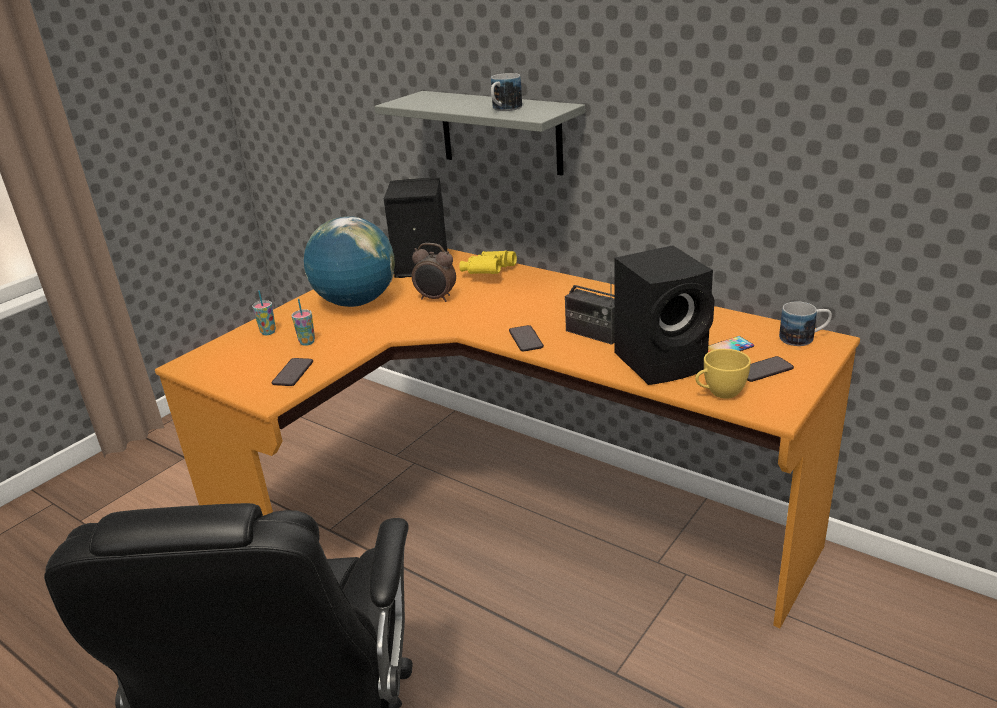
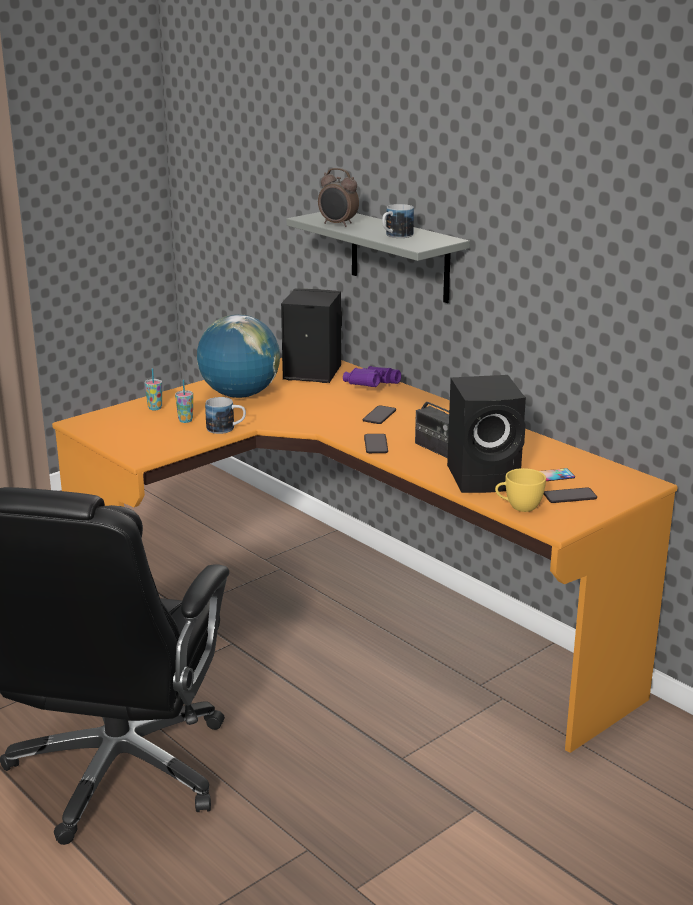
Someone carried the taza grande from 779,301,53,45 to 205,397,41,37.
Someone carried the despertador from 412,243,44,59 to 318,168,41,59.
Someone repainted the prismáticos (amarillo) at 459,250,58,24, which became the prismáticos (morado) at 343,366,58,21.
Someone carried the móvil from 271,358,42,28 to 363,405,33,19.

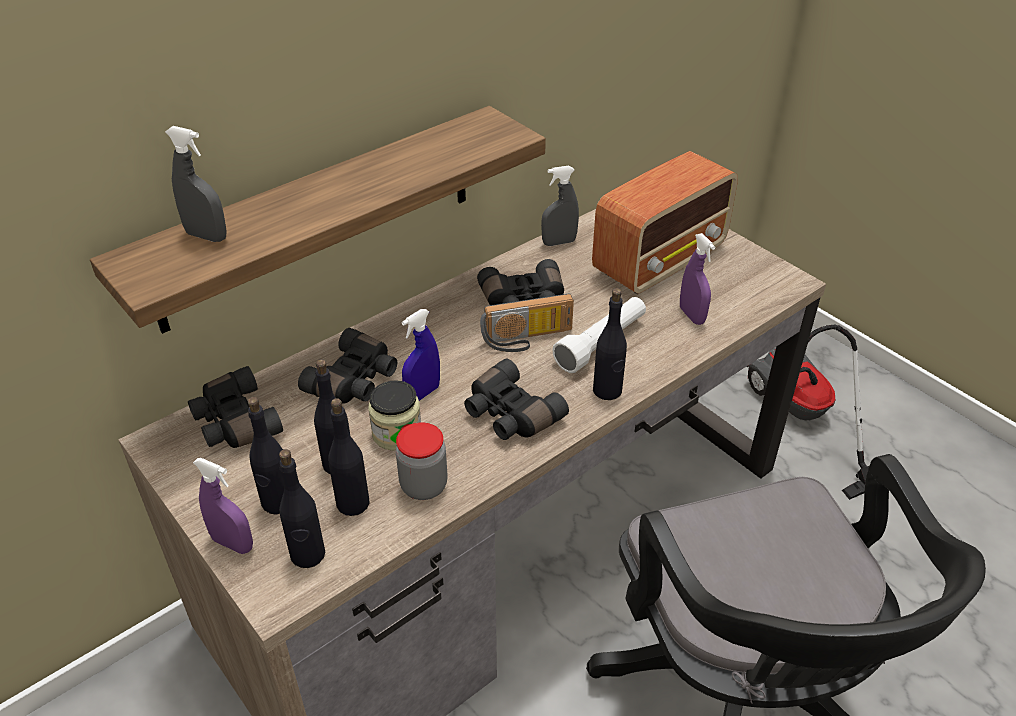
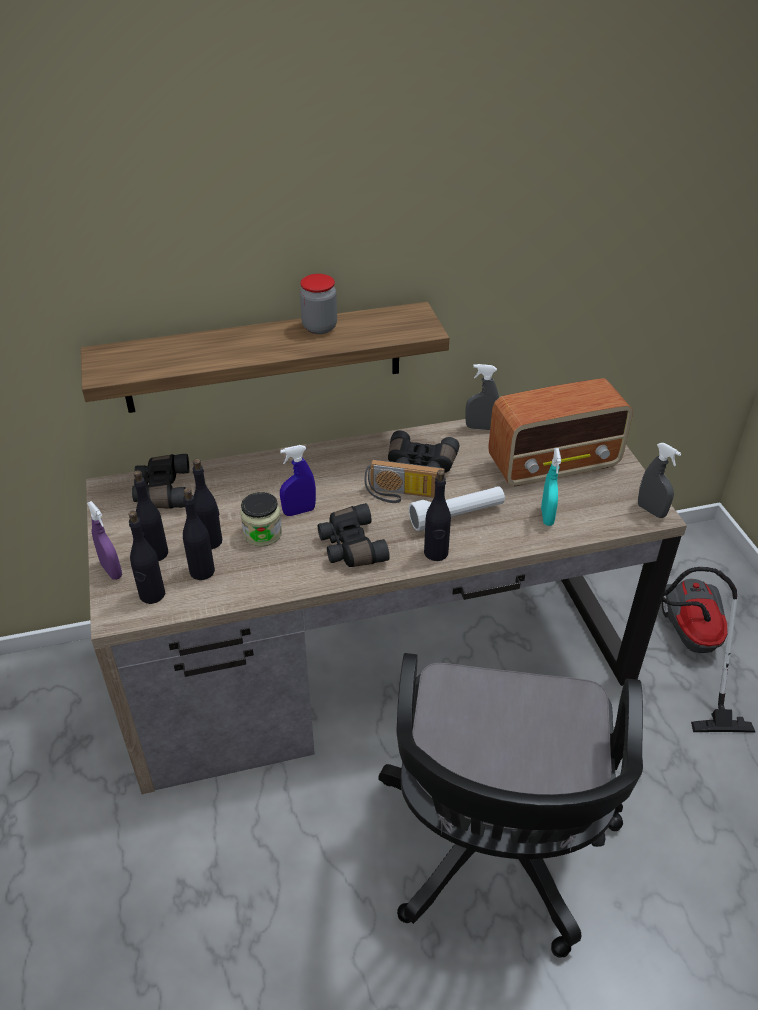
Someone carried the tarro from 396,422,52,78 to 300,274,37,60.
Someone repainted the pulverizador (morado) at 680,233,35,92, which became the pulverizador (turquesa) at 541,448,20,78.
Someone carried the pulverizador (gris) from 165,126,62,116 to 638,443,43,75.
Someone took away the prismáticos (negro) at 298,328,99,76.

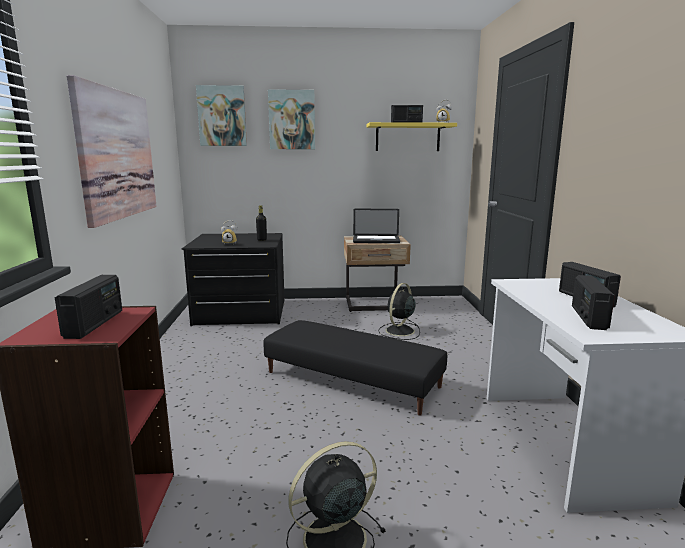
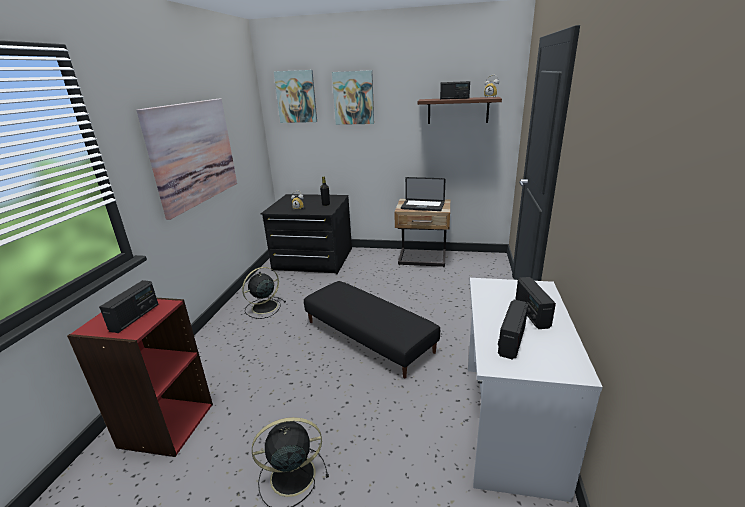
Someone carried the ventilador (negro) from 378,283,42,57 to 242,267,44,52.
Someone repainted the estante (amarillo) at 366,122,91,29, which became the estante (marrón) at 418,97,84,27.

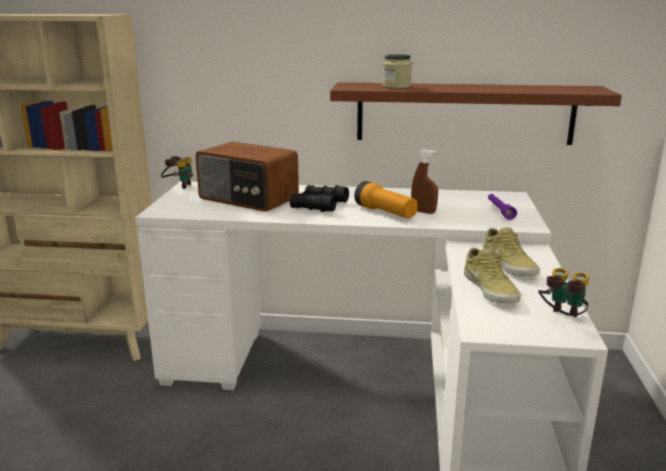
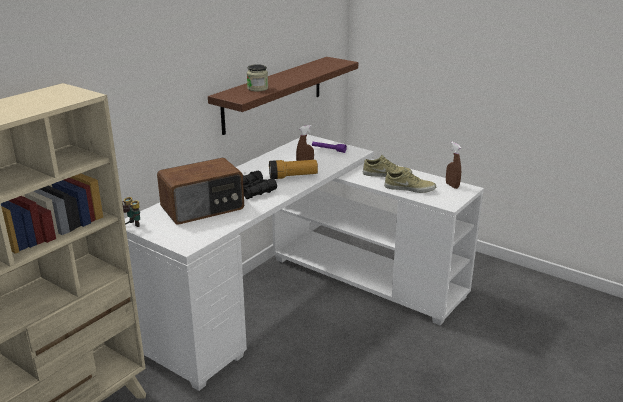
Someone swapped the prismáticos at 539,268,50,49 for the pulverizador (marrón) at 446,142,15,47.

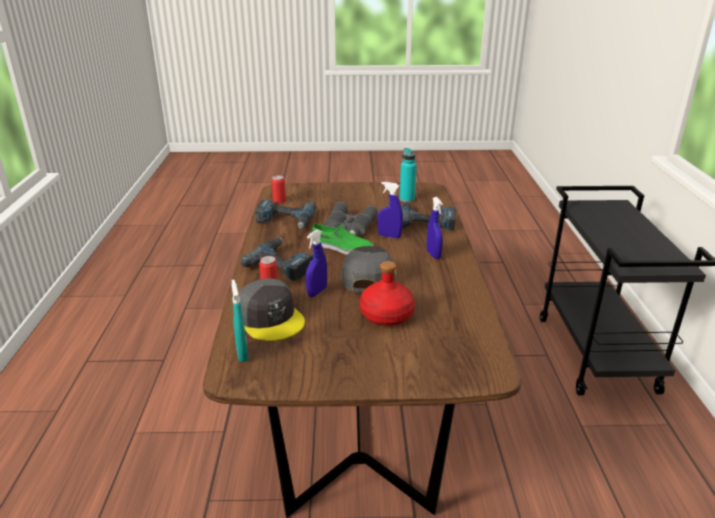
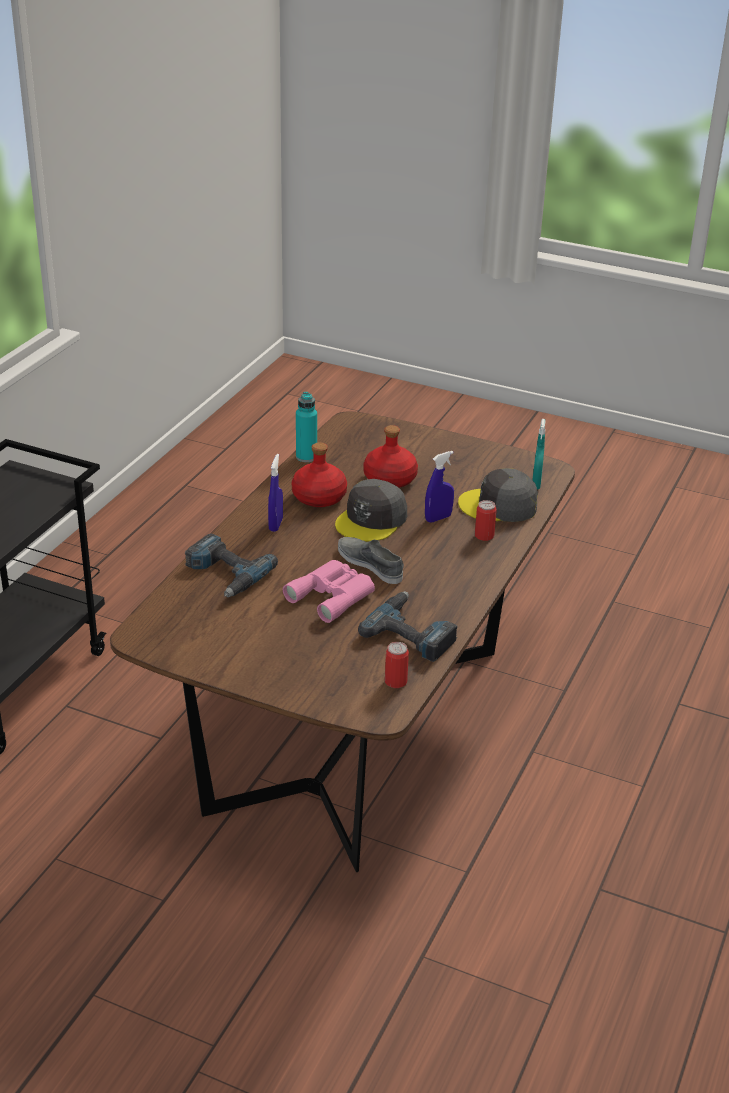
Someone repainted the prismáticos (gris) at 323,202,55,34, which became the prismáticos (rosa) at 283,560,92,63.
Someone put down the botella (rojo) at 291,442,56,65.
Someone carried the botella (turquesa) from 400,148,17,54 to 296,392,21,70.
Someone repainted the zapato (verde) at 311,224,63,31, which became the zapato (gris) at 338,537,66,47.
Someone rotated the gorra (gris) at 238,278,67,63 by 75 degrees counterclockwise.
Someone took away the taladro at 240,238,74,43.
Someone took away the pulverizador (azul) at 378,182,25,56.

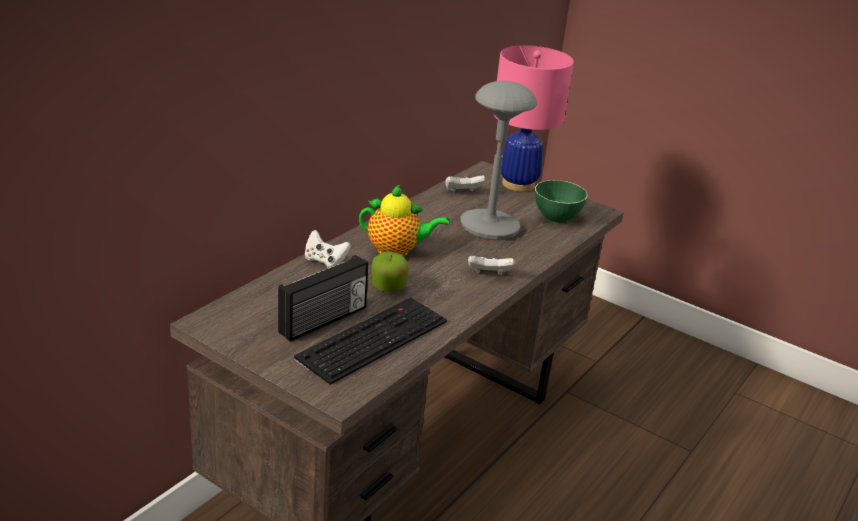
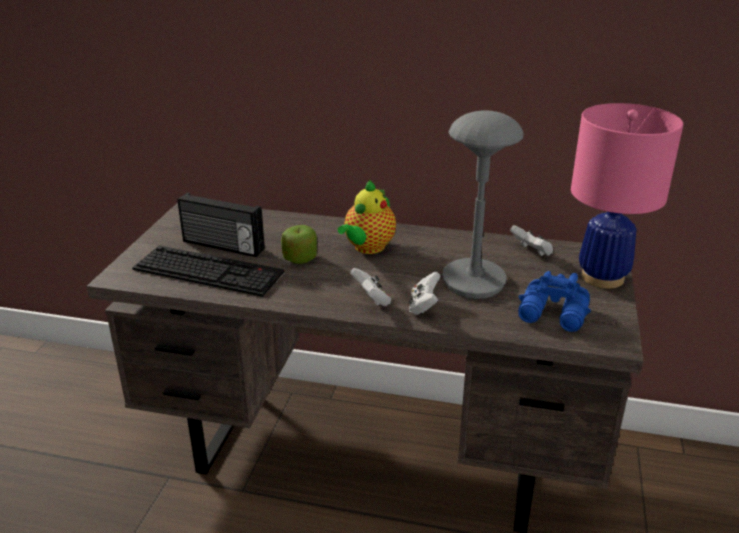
Someone rotated the tetera at 359,185,91,72 by 45 degrees clockwise.
Someone carried the mando de consola (blanco) from 305,230,46,38 to 408,272,32,43.
Someone swapped the cuenco (verde) at 535,180,53,43 for the prismáticos (azul) at 518,271,73,61.

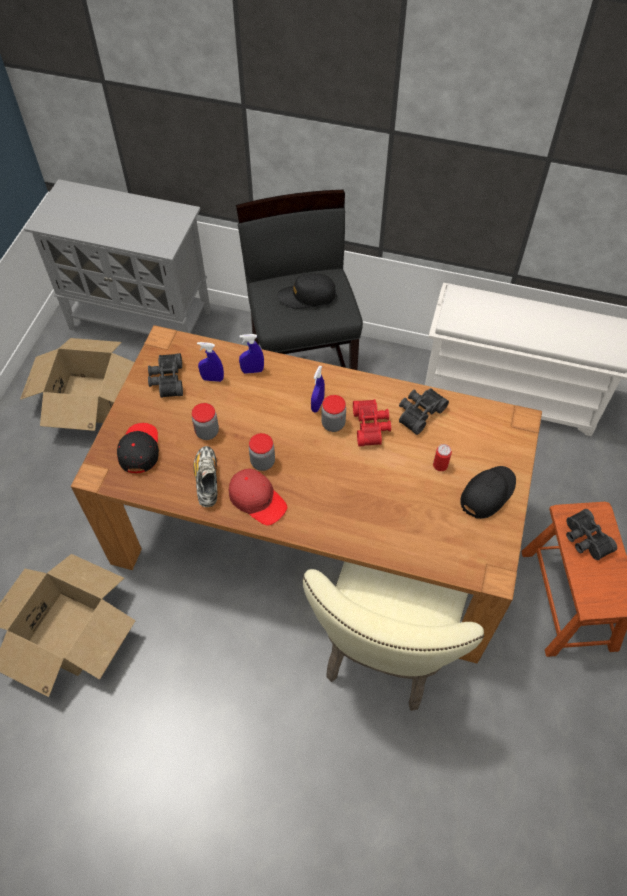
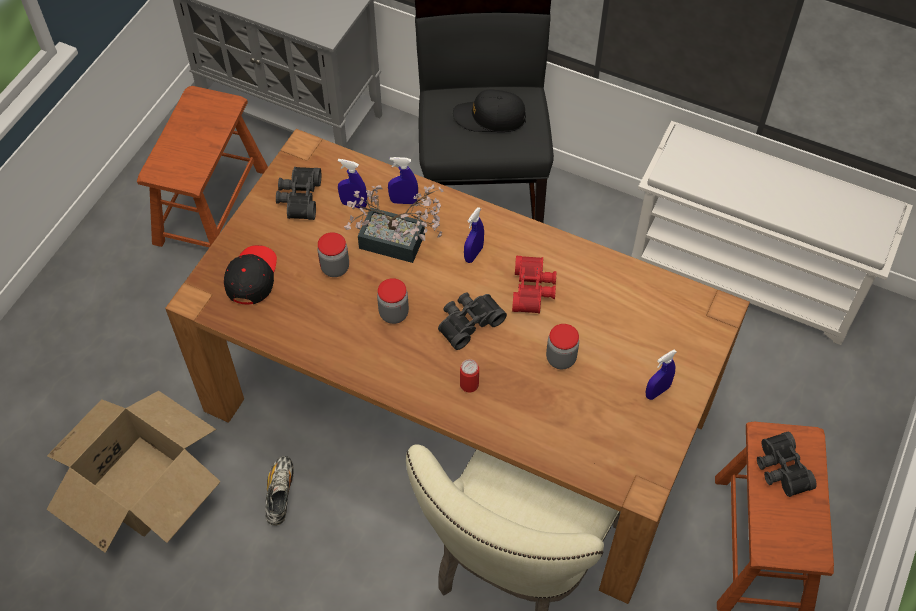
Someone swapped the caja de cartón at 20,338,115,93 for the taburete (marrón) at 137,86,131,162.
Someone carried the zapato from 193,446,25,61 to 265,456,28,70.
Someone put down the planta en maceta at 344,184,100,79.
Someone carried the prismáticos (negro) from 399,388,50,47 to 438,292,69,58.
Someone carried the lata from 433,444,19,27 to 460,359,19,33.
Someone carried the tarro from 321,395,25,37 to 546,324,33,45.
Someone swapped the gorra (negro) at 460,466,56,53 for the pulverizador (azul) at 645,349,32,51.
Someone took away the gorra (rojo) at 229,469,58,56.

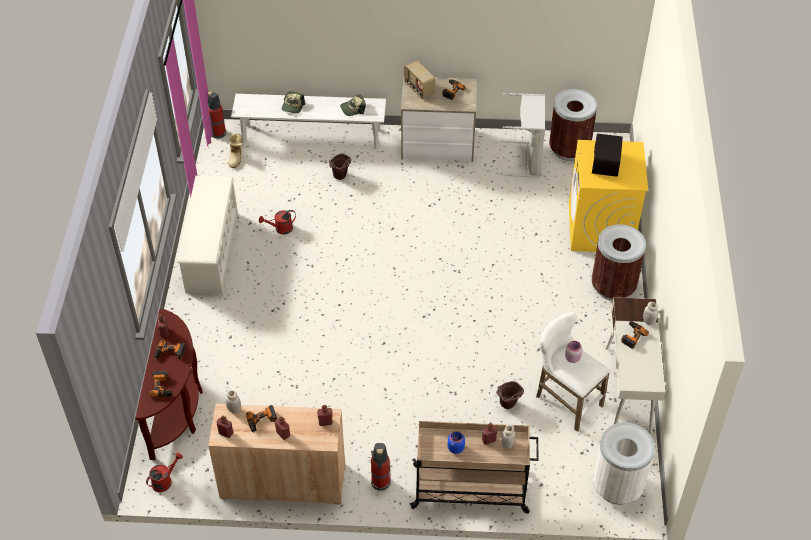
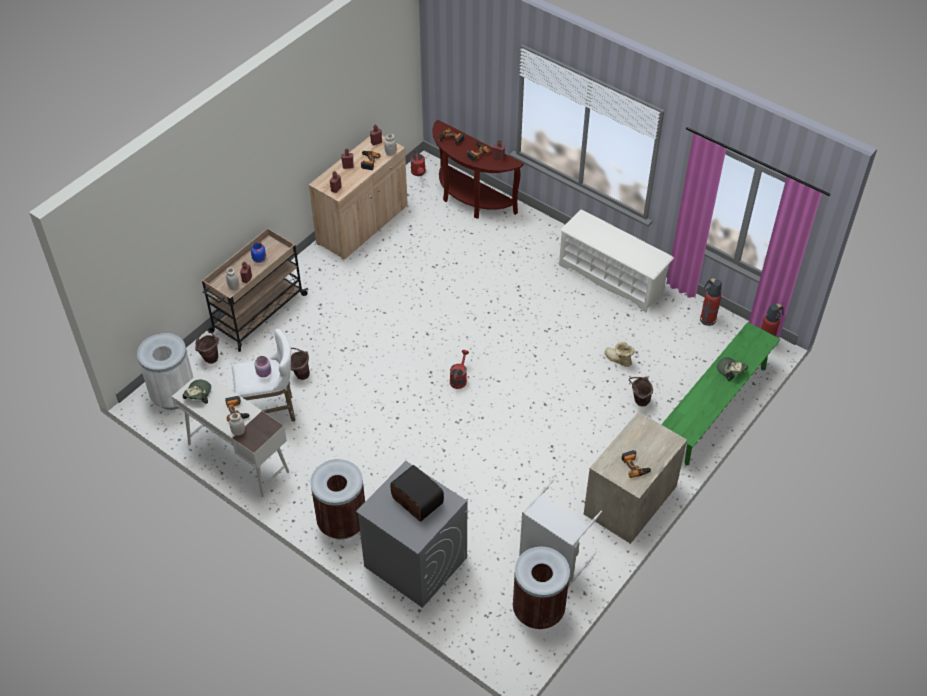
Someone carried the gorra from 340,94,26,22 to 182,380,29,24.
Someone put down the cubo (marrón) at 195,330,24,34.
Someone repainted the lavadora (amarillo) at 569,140,79,112, which became the lavadora (gris) at 356,461,111,147.
Someone carried the regadera (rojo) from 259,210,37,25 to 450,350,19,39.
Someone carried the bota from 228,133,15,35 to 605,342,30,25.
Someone repainted the banco (blanco) at 231,94,155,53, which became the banco (verde) at 661,322,119,144.
Someone carried the extintor from 371,443,19,48 to 700,278,22,48.
Someone took away the radio at 404,61,32,38.

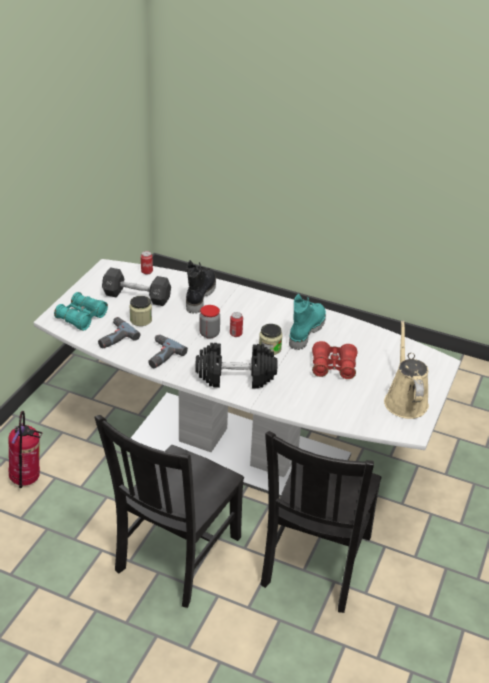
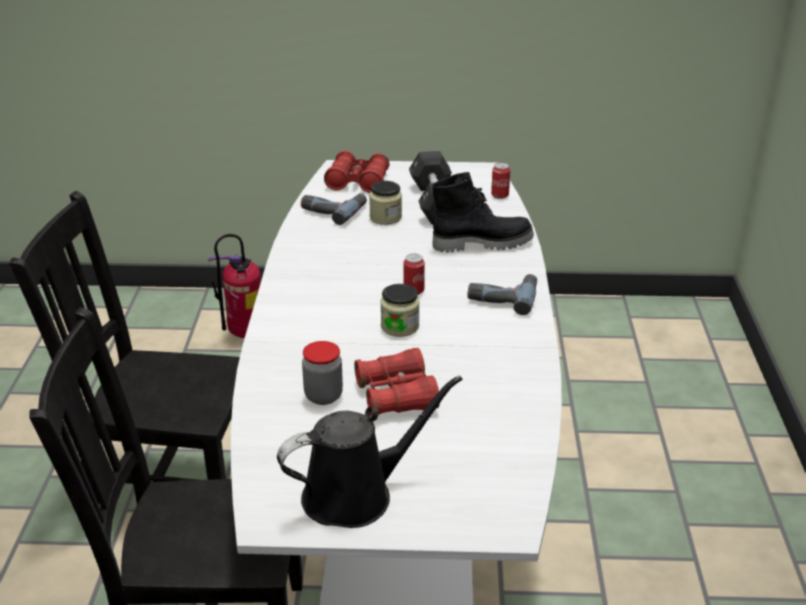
Someone repainted the regadera (beis) at 384,320,45,99, which became the regadera (negro) at 277,375,186,153.
Someone carried the tarro from 199,305,21,34 to 302,341,41,64.
Someone repainted the prismáticos (turquesa) at 54,292,54,39, which became the prismáticos (rojo) at 324,151,66,42.
Someone carried the taladro from 148,334,40,34 to 467,274,70,41.
Someone took away the mancuerna (negro) at 195,343,82,45.
Someone took away the bota (turquesa) at 289,294,37,56.

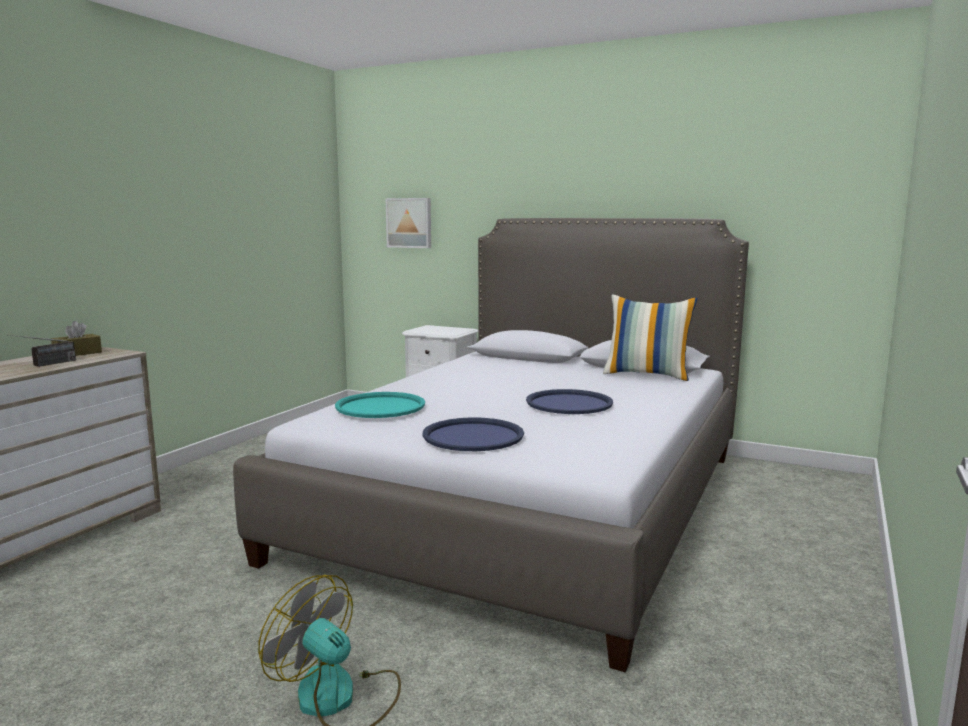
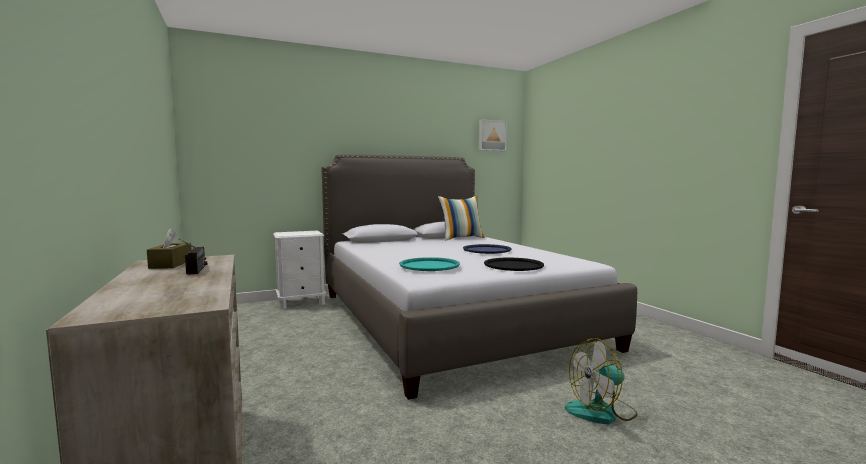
Someone carried the cuadro from 385,198,46,50 to 479,119,28,32.
Someone repainted the bandeja (azul) at 423,417,101,34, which became the bandeja (negro) at 484,258,60,13.

